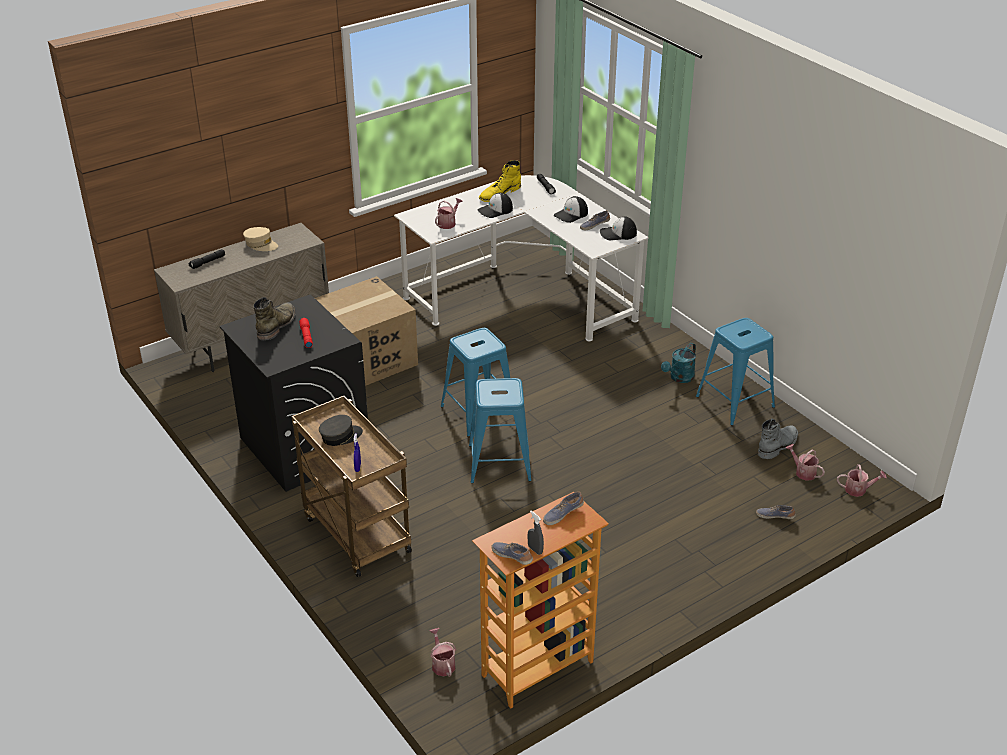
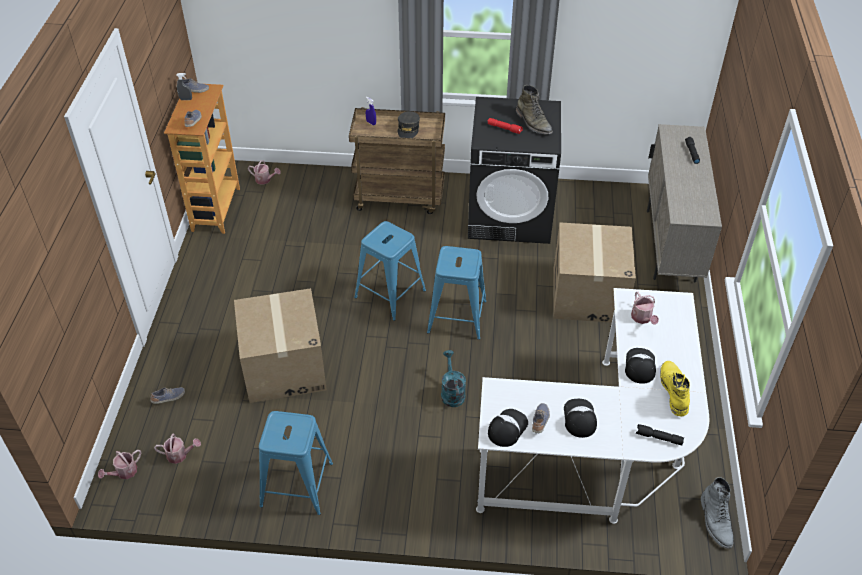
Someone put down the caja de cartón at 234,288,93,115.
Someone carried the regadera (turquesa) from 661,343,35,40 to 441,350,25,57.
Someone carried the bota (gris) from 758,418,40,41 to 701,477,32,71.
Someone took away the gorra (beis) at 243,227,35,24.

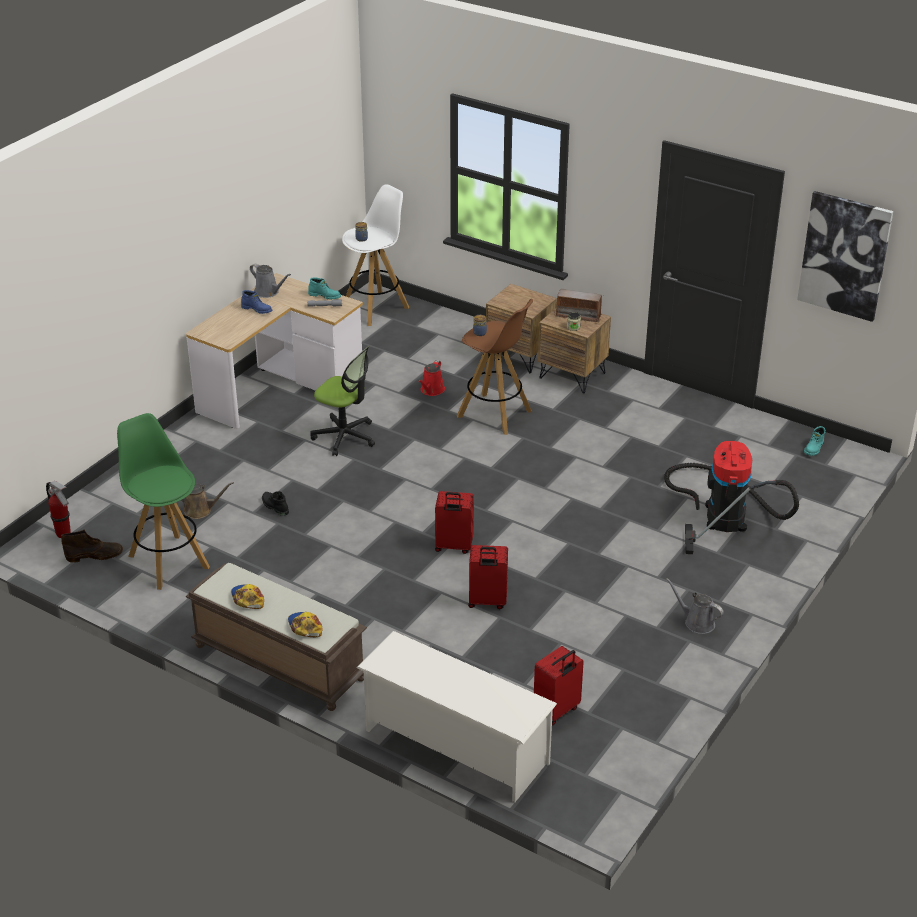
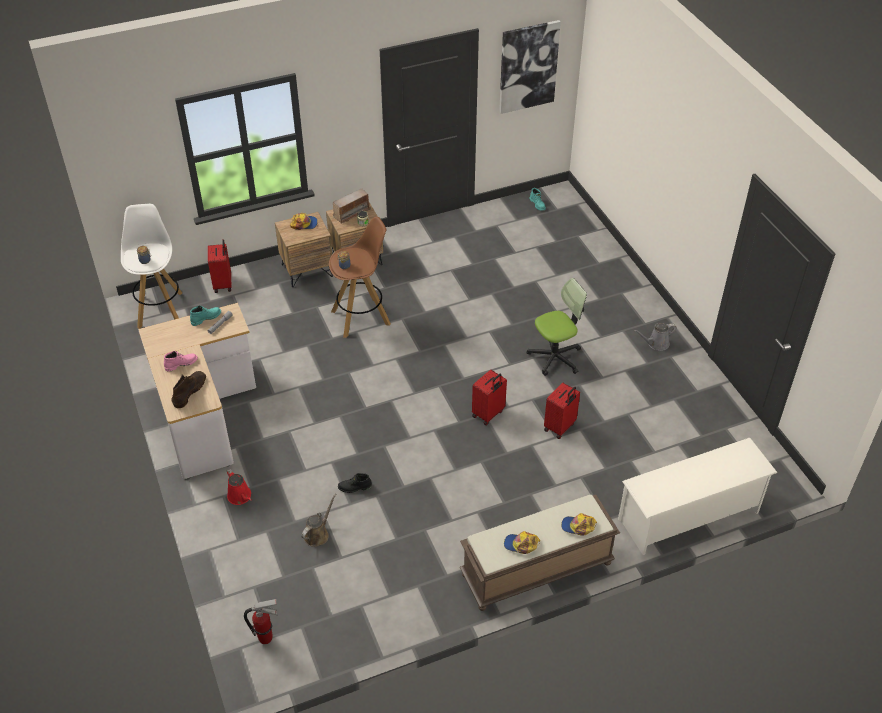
Someone repainted the bota (azul) at 241,290,31,24, which became the bota (rosa) at 164,351,34,21.
Someone carried the bota (marrón) from 61,529,62,34 to 172,371,34,37.
Someone carried the maleta (rojo) from 534,646,50,80 to 208,239,24,54.
Someone carried the regadera (rojo) from 418,360,27,36 to 227,469,25,36.
Someone put down the gorra at 290,213,28,17.
Someone carried the silla de oficina from 310,346,65,110 to 526,278,61,98.
Someone took away the taburete (verde) at 117,413,93,177.
Someone took away the regadera (gris) at 250,264,41,34.
Someone took away the aspiradora at 664,441,135,113.

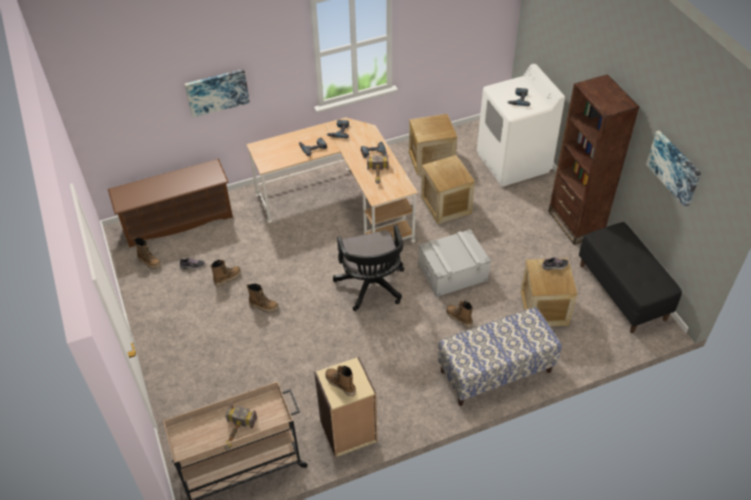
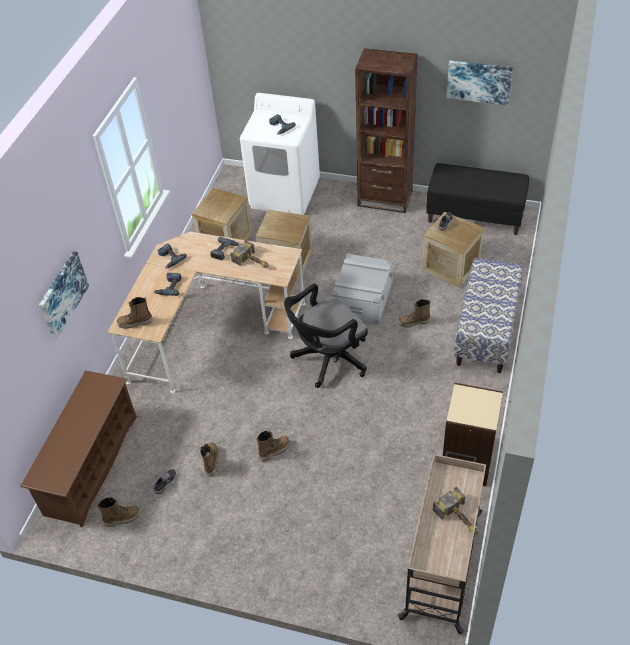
Someone carried the bota from 325,366,31,30 to 117,297,36,32.
Someone rotated the silla de oficina (negro) at 333,225,71,86 by 120 degrees clockwise.

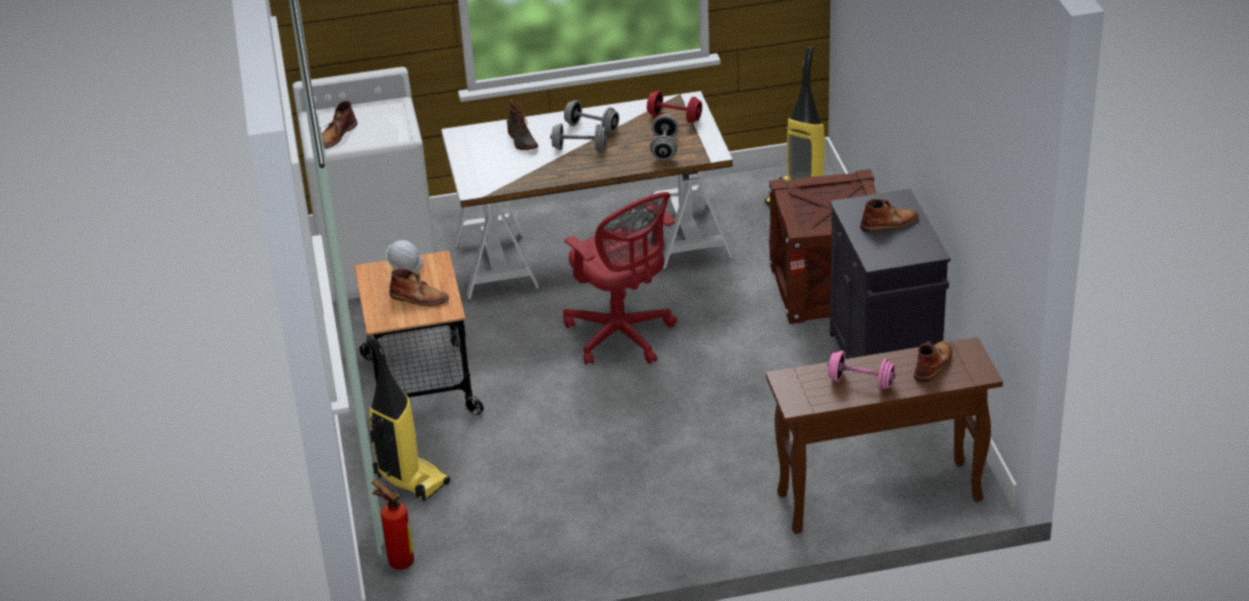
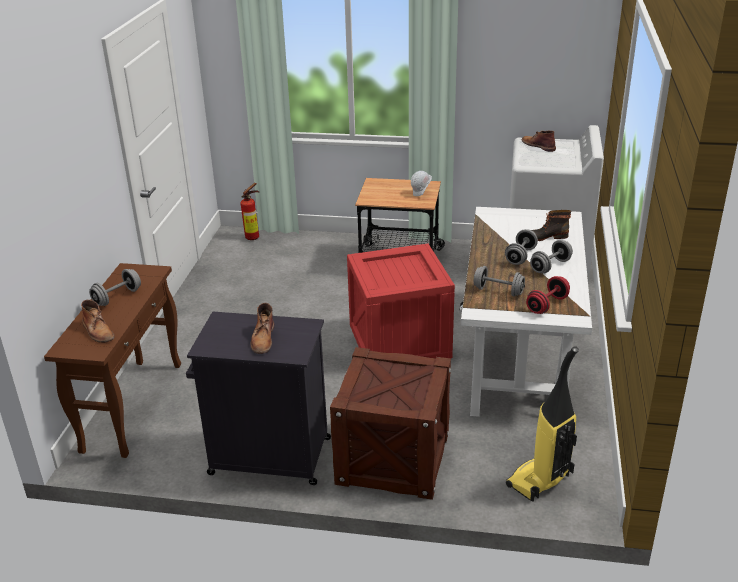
Someone repainted the mancuerna (rosa) at 828,351,67,39, which became the mancuerna (gris) at 89,269,52,37.
Someone swapped the silla de oficina (rojo) at 563,192,114,173 for the caja de embalaje at 347,243,108,115.
Someone took away the aspiradora at 367,335,83,166.
Someone took away the bota (marrón) at 389,268,60,38.

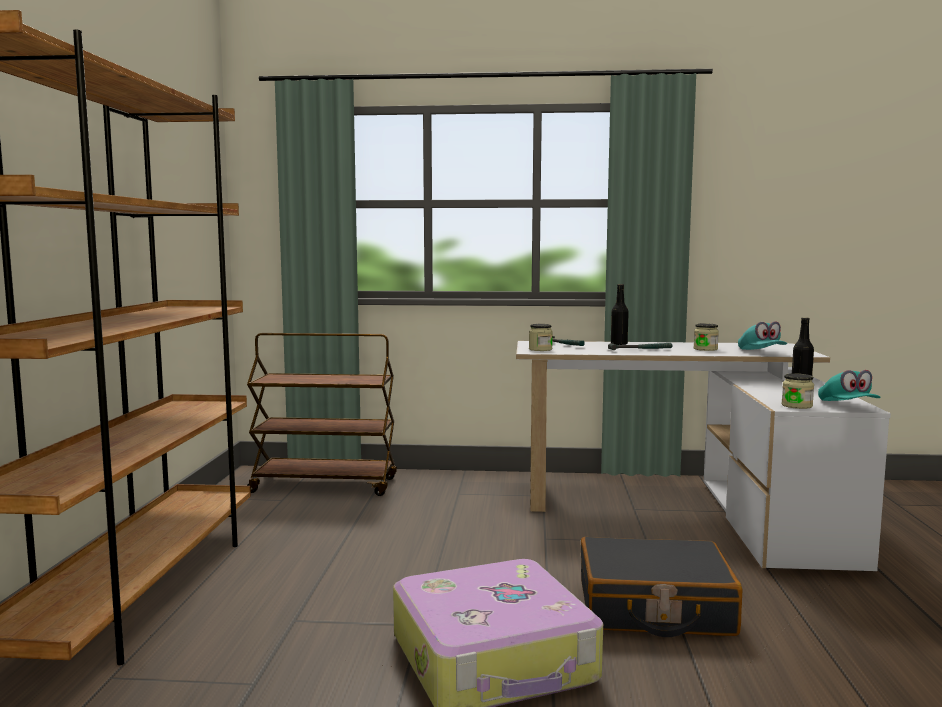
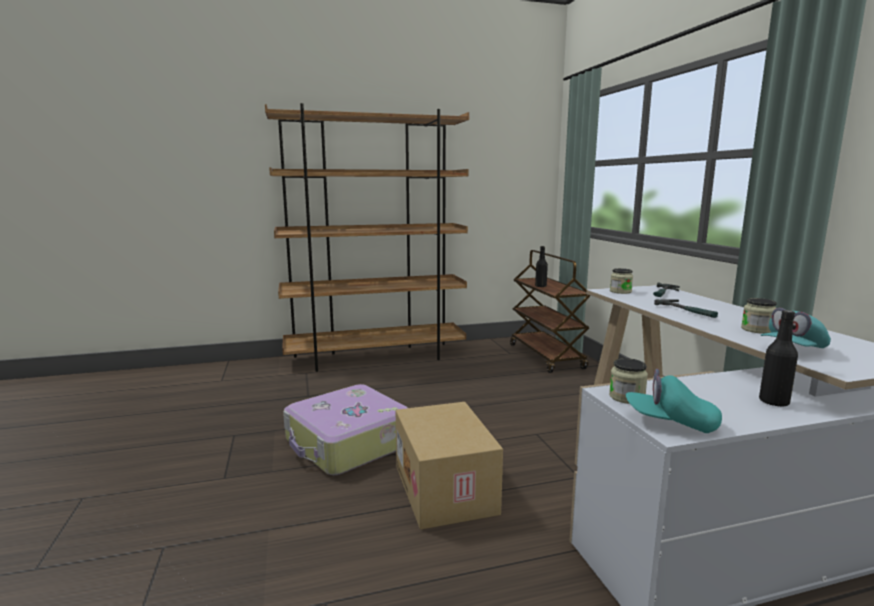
Someone swapped the maleta (negro) at 581,537,162,100 for the caja de cartón at 396,402,107,128.
Someone carried the botella (negro) from 611,284,18,61 to 535,246,13,41.
Someone rotated the gorra (turquesa) at 818,370,62,31 by 45 degrees clockwise.

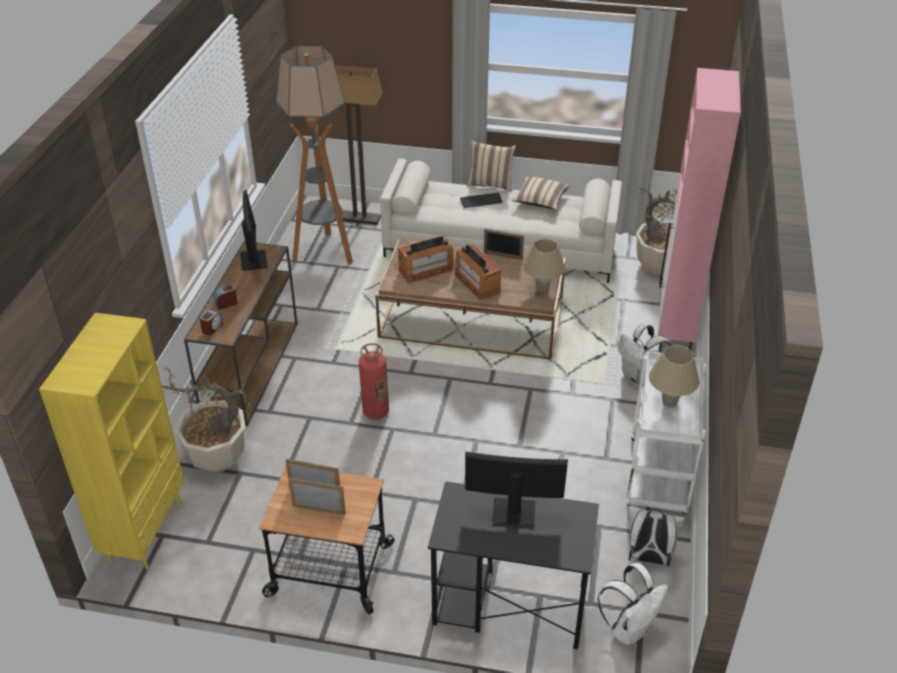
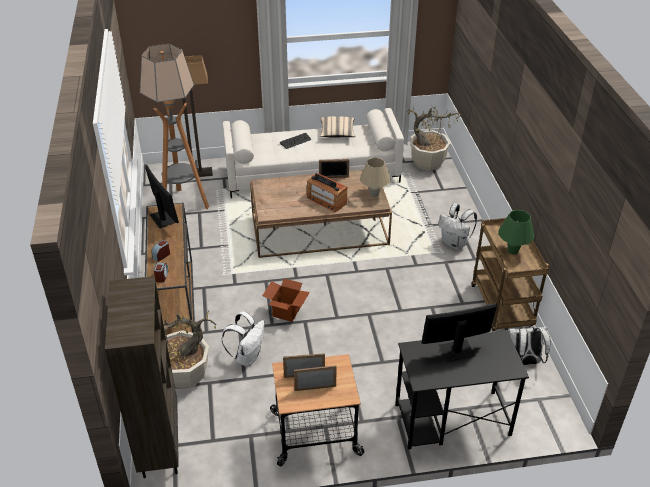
Someone repainted the estantería (amarillo) at 39,313,145,256, which became the estantería (marrón) at 105,276,74,202.
Someone carried the mochila (blanco) from 598,563,70,82 to 221,311,44,56.
Someone swapped the extintor at 359,343,30,76 for the caja de cartón at 262,278,48,44.
Someone repainted the carrito (blanco) at 627,351,79,163, which became the carrito (marrón) at 471,218,78,113.
Someone repainted the lámpara de mesa (beis) at 649,345,51,62, which became the lámpara de mesa (verde) at 498,210,37,45.
Someone took away the radio at 398,235,56,48.
Someone took away the cojín (beis) at 467,140,49,52.
Someone took away the armario (rosa) at 658,68,83,283.

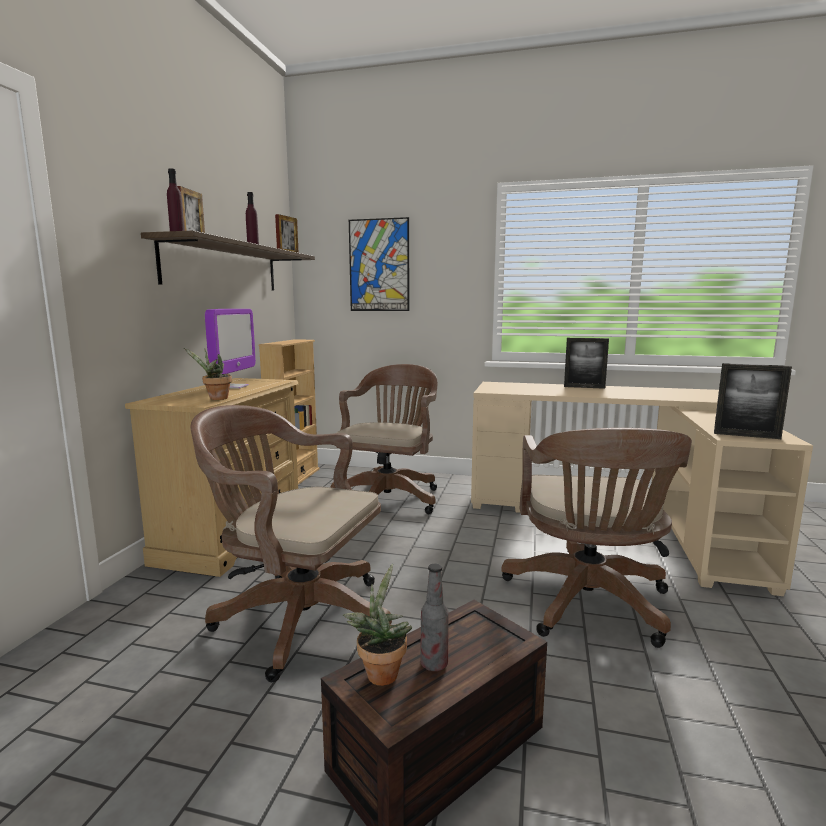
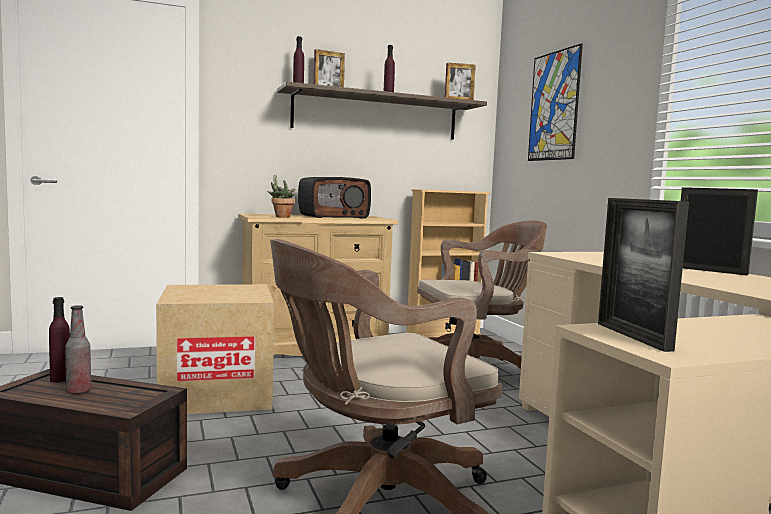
Someone swapped the planta en maceta at 343,564,69,122 for the botella (morado) at 49,297,21,86.
Someone swapped the silla de oficina (marrón) at 190,405,202,277 for the caja de cartón at 156,284,118,130.
Someone swapped the monitor at 205,309,51,80 for the radio at 298,177,73,41.
Someone rotated the portarretratos at 564,338,45,51 by 150 degrees clockwise.

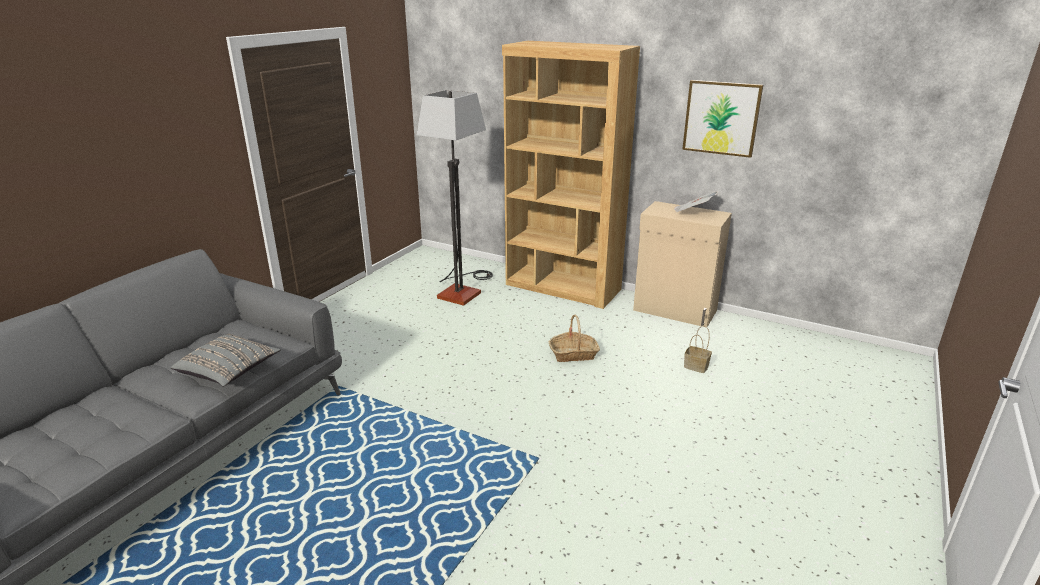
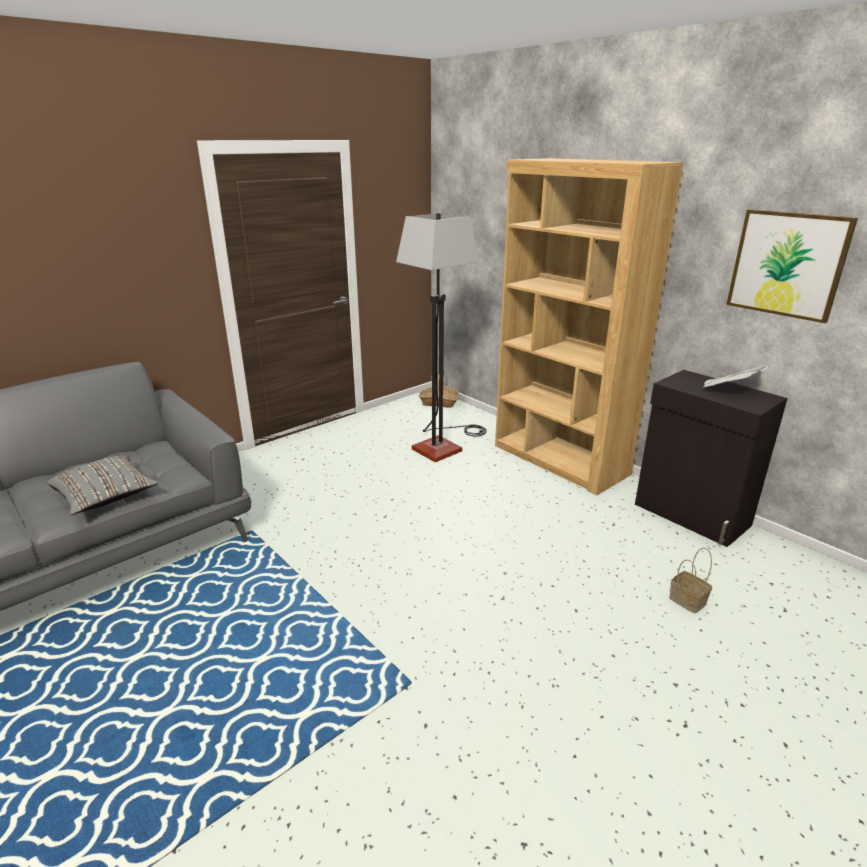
Someone carried the cesta from 549,315,51,47 to 419,370,40,38.
Someone repainted the armario (beis) at 633,201,99,126, which became the armario (negro) at 635,370,153,177.

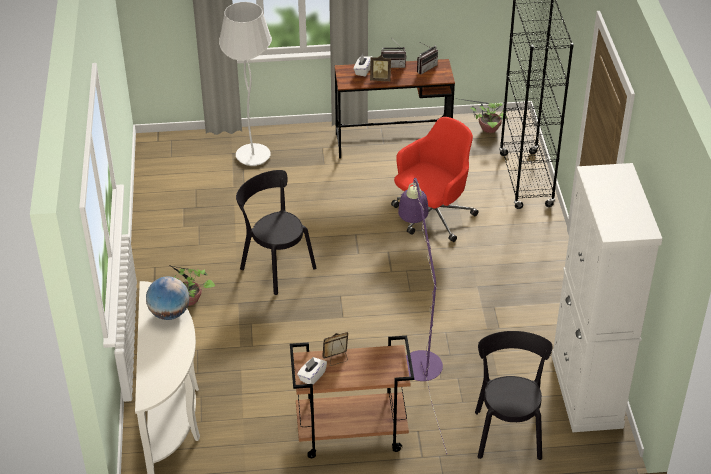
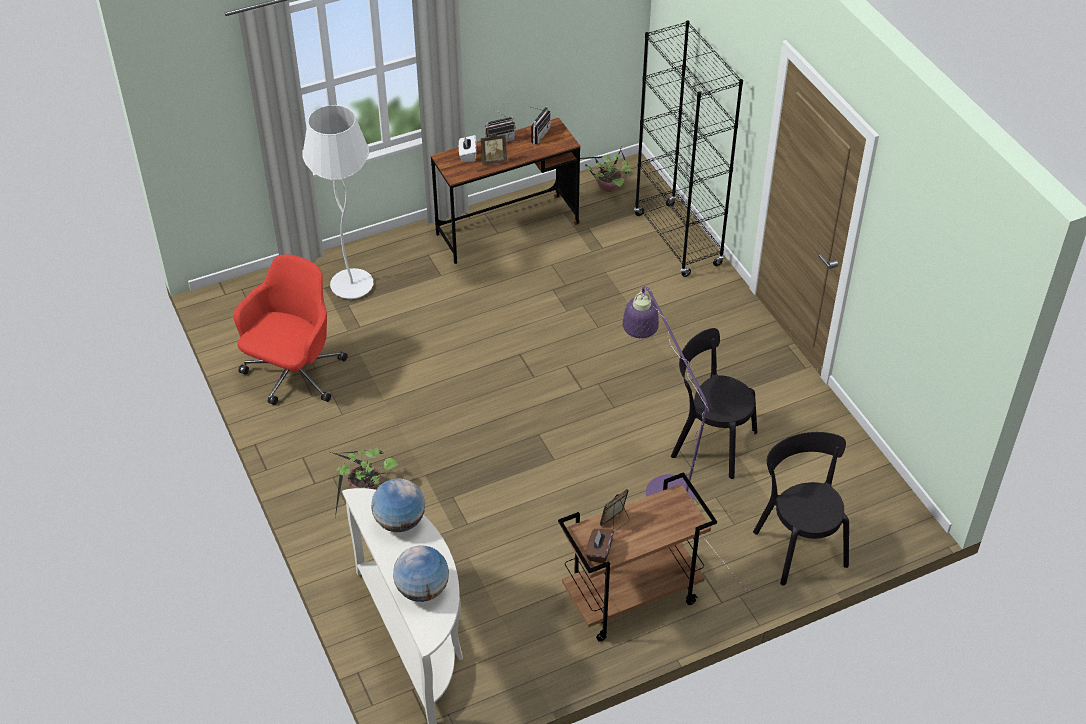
Someone carried the silla de oficina (rojo) from 391,117,88,125 to 233,254,115,151.
Someone put down the globo terráqueo at 393,546,56,56.
Someone repainted the caja de pañuelos (blanco) at 297,357,30,28, which became the caja de pañuelos (marrón) at 586,529,28,34.
Someone carried the silla (negro) from 236,170,80,125 to 671,328,86,151.
Someone took away the armario (blanco) at 551,163,112,269.

